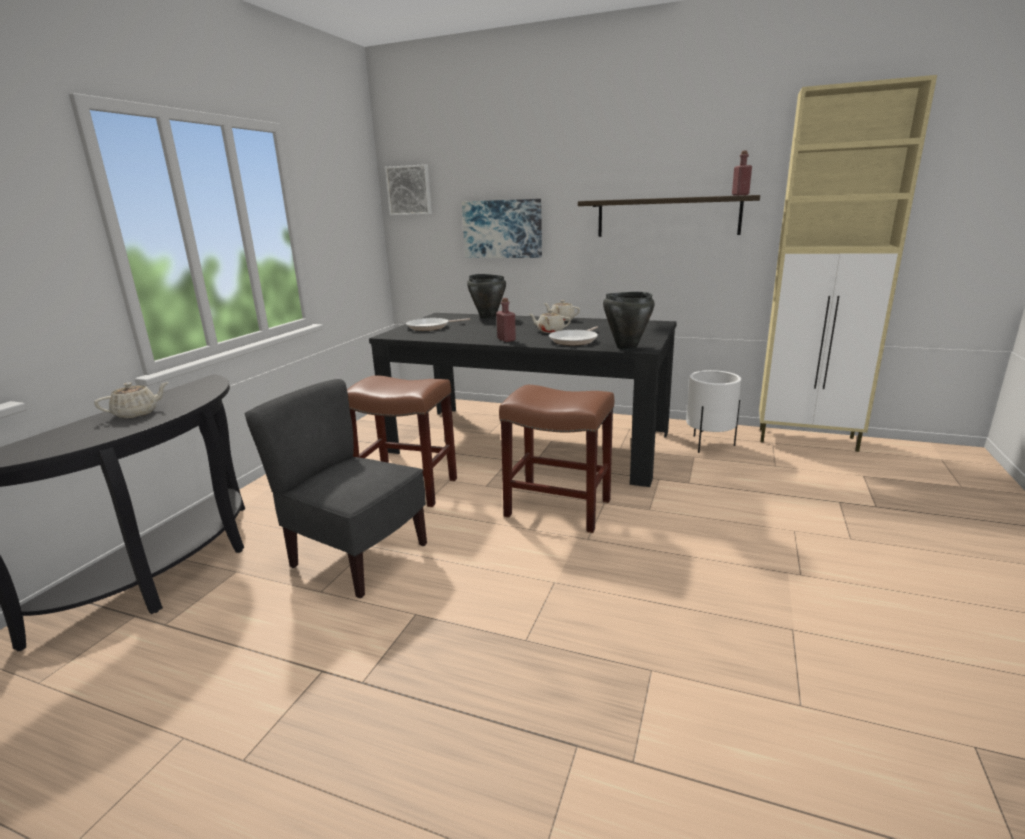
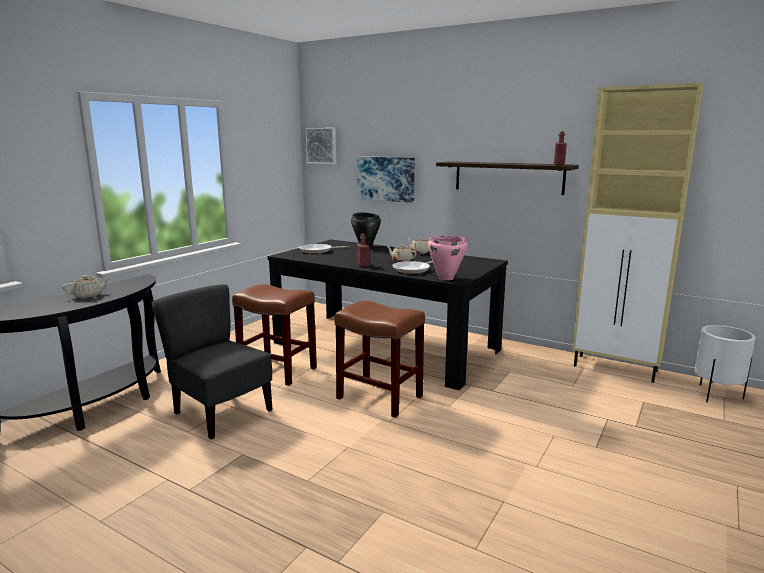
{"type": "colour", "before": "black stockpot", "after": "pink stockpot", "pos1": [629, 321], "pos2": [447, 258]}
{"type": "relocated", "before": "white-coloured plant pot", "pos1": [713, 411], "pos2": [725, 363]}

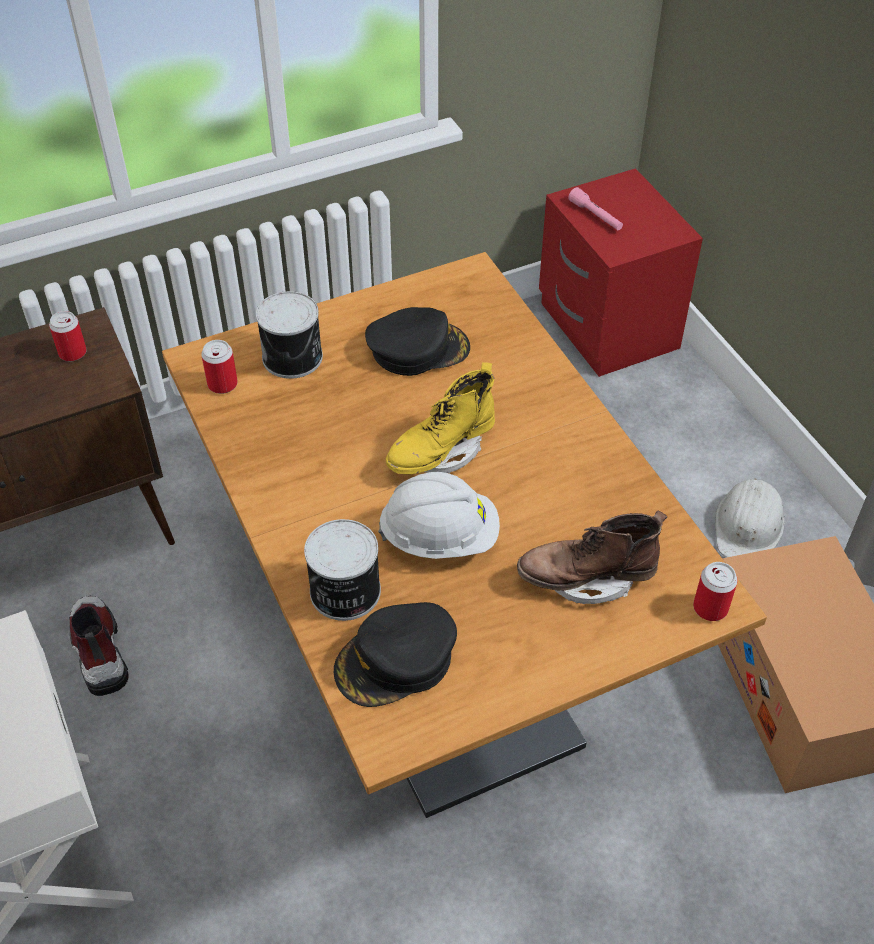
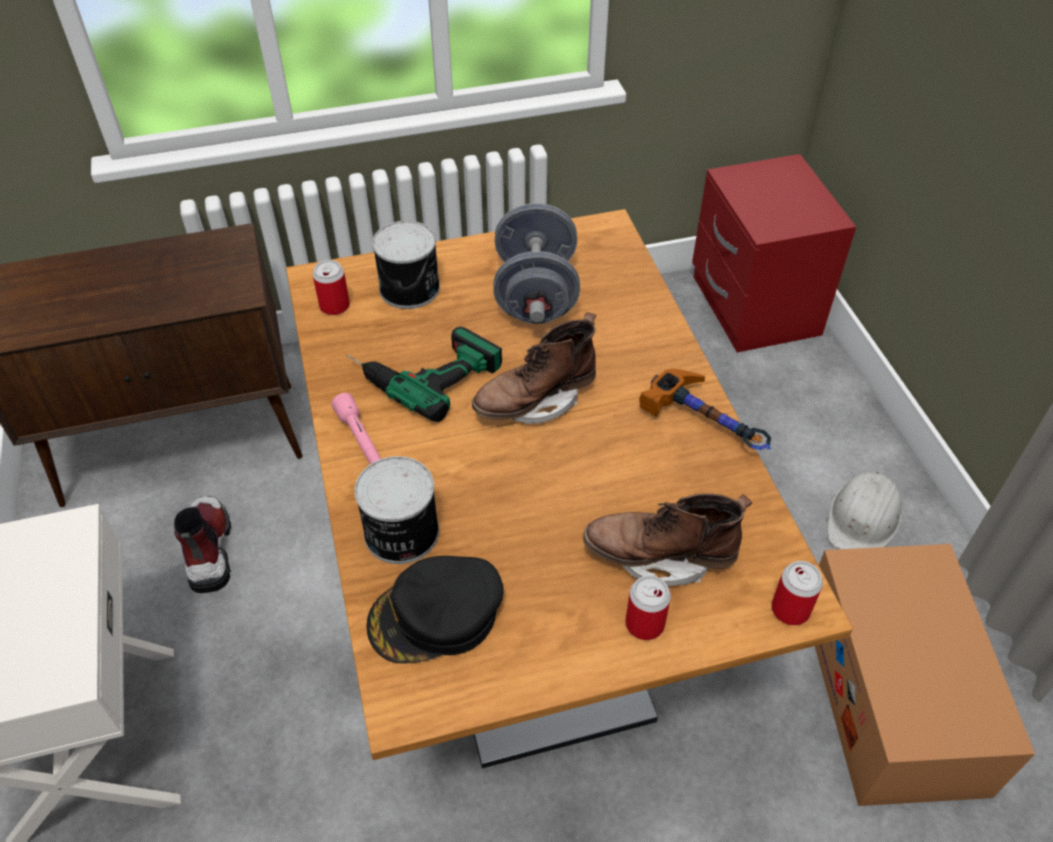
{"type": "relocated", "before": "sealed can", "pos1": [68, 336], "pos2": [648, 607]}
{"type": "exchanged", "before": "black baseball cap", "after": "greyish dumbbell", "pos1": [417, 341], "pos2": [536, 263]}
{"type": "missing", "before": "white-coloured work helmet", "pos1": [439, 515]}
{"type": "colour", "before": "yellow-coloured tall boot", "after": "brownish tall boot", "pos1": [440, 418], "pos2": [534, 368]}
{"type": "relocated", "before": "pink torch", "pos1": [595, 208], "pos2": [356, 428]}
{"type": "appeared", "after": "electric drill", "pos2": [424, 374]}
{"type": "appeared", "after": "hand hammer", "pos2": [705, 409]}

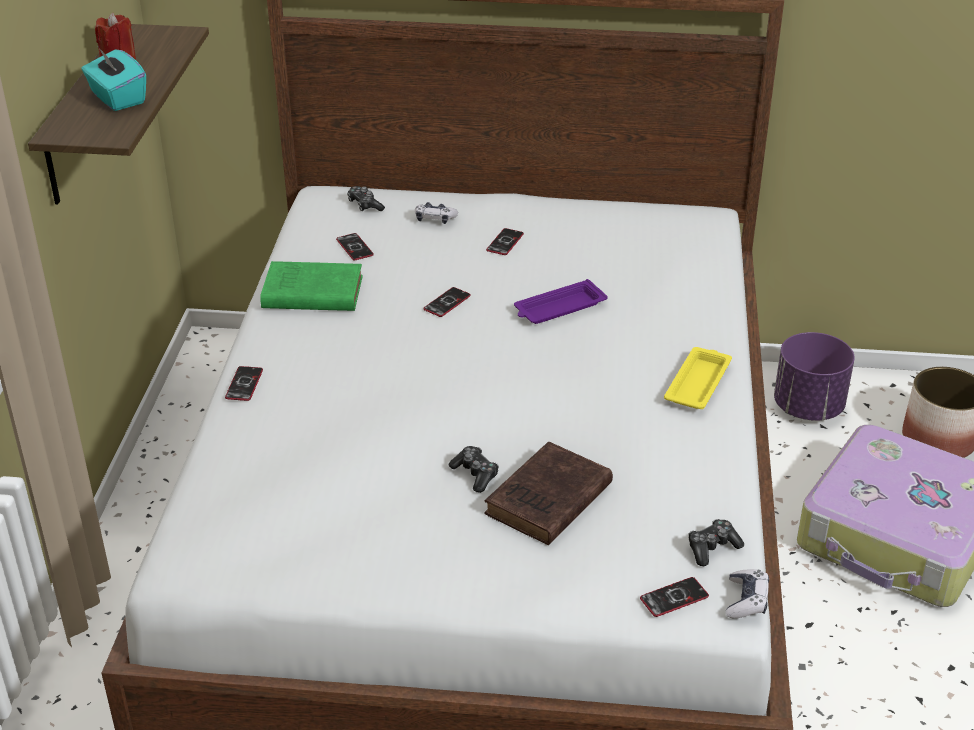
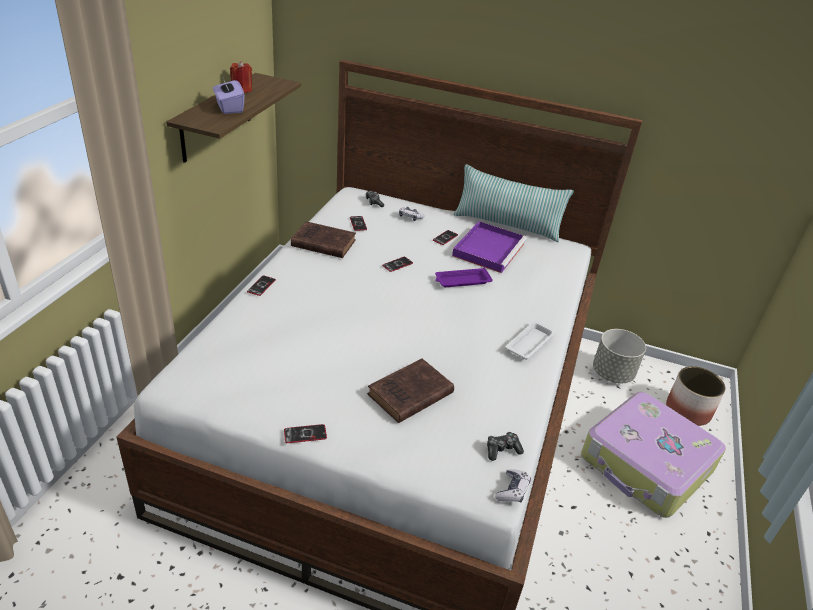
{"type": "colour", "before": "blue-green box of tissues", "after": "purple-coloured box of tissues", "pos1": [113, 79], "pos2": [228, 95]}
{"type": "colour", "before": "green-coloured volume", "after": "brownish volume", "pos1": [311, 286], "pos2": [323, 239]}
{"type": "missing", "before": "gamepad", "pos1": [473, 469]}
{"type": "relocated", "before": "phone", "pos1": [674, 597], "pos2": [305, 433]}
{"type": "colour", "before": "yellow-coloured tray", "after": "white-coloured tray", "pos1": [698, 378], "pos2": [530, 340]}
{"type": "colour", "before": "purple-coloured plant pot", "after": "greyish plant pot", "pos1": [814, 376], "pos2": [619, 356]}
{"type": "appeared", "after": "purple-coloured tray", "pos2": [489, 247]}
{"type": "appeared", "after": "pillow", "pos2": [514, 203]}

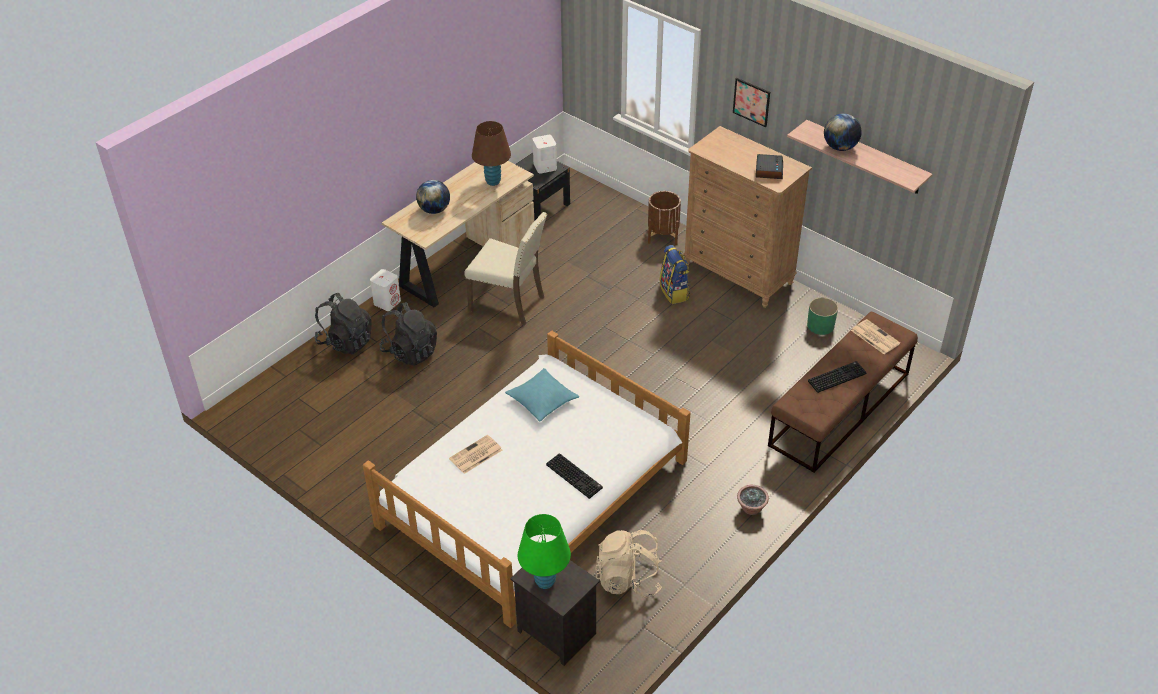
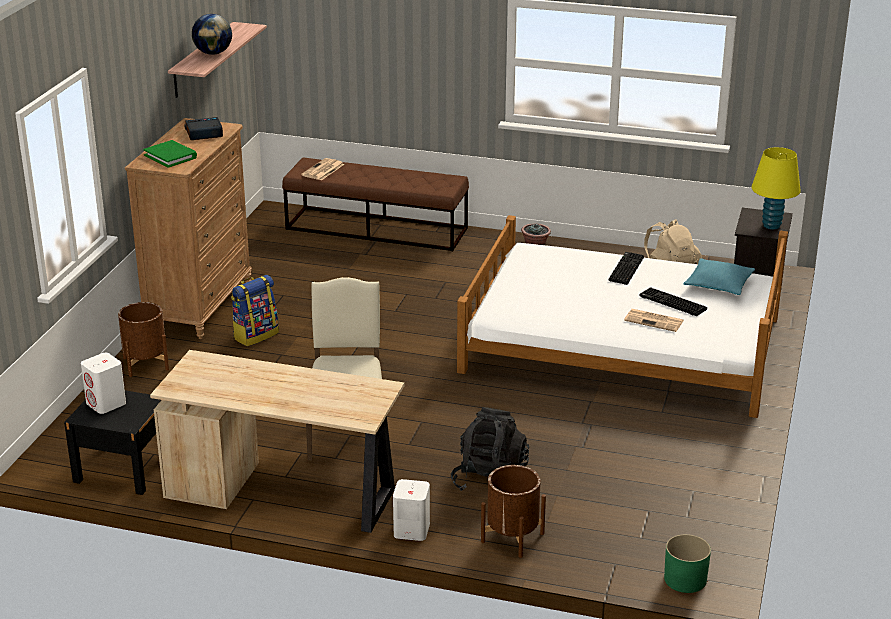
{"type": "exchanged", "before": "black rucksack", "after": "brownish plant pot", "pos1": [342, 324], "pos2": [513, 511]}
{"type": "missing", "before": "globe", "pos1": [433, 197]}
{"type": "missing", "before": "brownish tabletop lamp", "pos1": [491, 153]}
{"type": "relocated", "before": "blue-green pillow", "pos1": [542, 395], "pos2": [719, 276]}
{"type": "colour", "before": "green-coloured tabletop lamp", "after": "yellow-coloured tabletop lamp", "pos1": [544, 551], "pos2": [776, 188]}
{"type": "missing", "before": "wall art", "pos1": [751, 102]}
{"type": "relocated", "before": "green-coloured plant pot", "pos1": [822, 316], "pos2": [687, 563]}
{"type": "relocated", "before": "PC keyboard", "pos1": [837, 377], "pos2": [673, 301]}
{"type": "appeared", "after": "green-coloured volume", "pos2": [170, 154]}

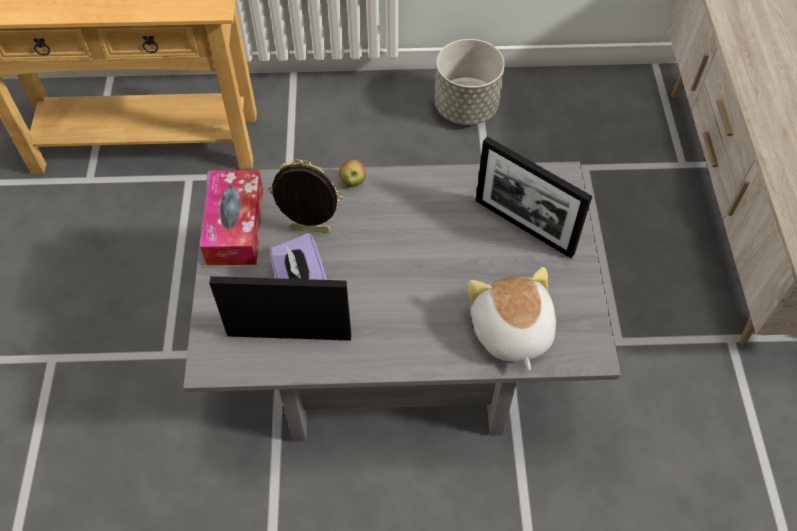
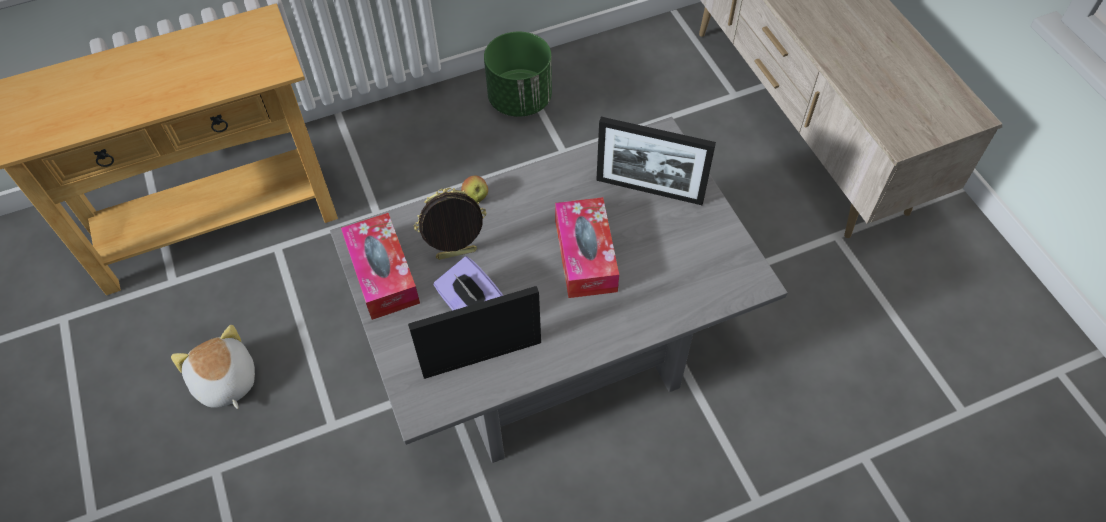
{"type": "colour", "before": "greyish plant pot", "after": "green-coloured plant pot", "pos1": [470, 82], "pos2": [518, 74]}
{"type": "relocated", "before": "soft toy", "pos1": [512, 319], "pos2": [213, 367]}
{"type": "appeared", "after": "box of tissues", "pos2": [587, 247]}

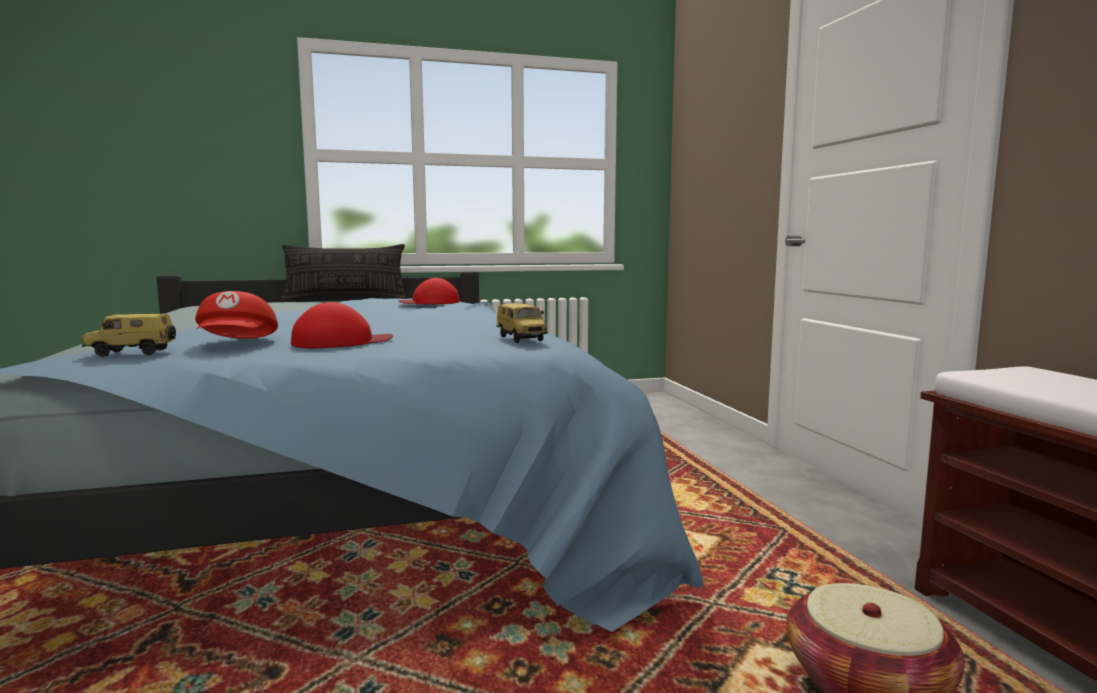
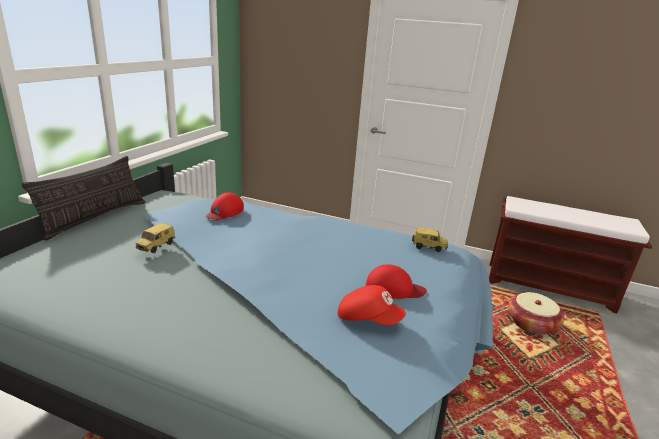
{"type": "relocated", "before": "model car", "pos1": [129, 335], "pos2": [156, 238]}
{"type": "spun", "before": "reddish baseball cap", "pos1": [342, 325], "pos2": [396, 282], "turn": 90}

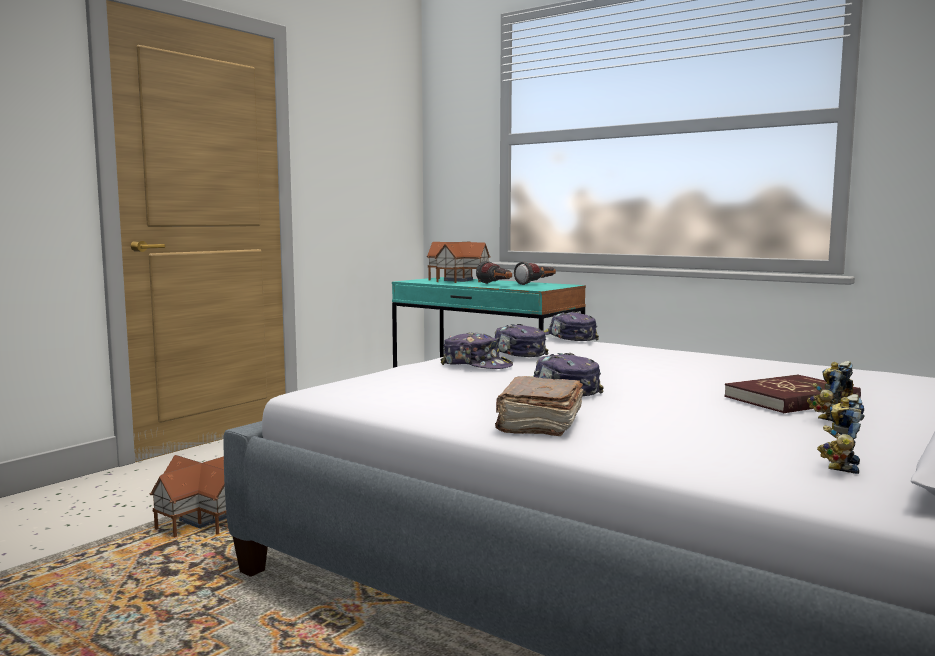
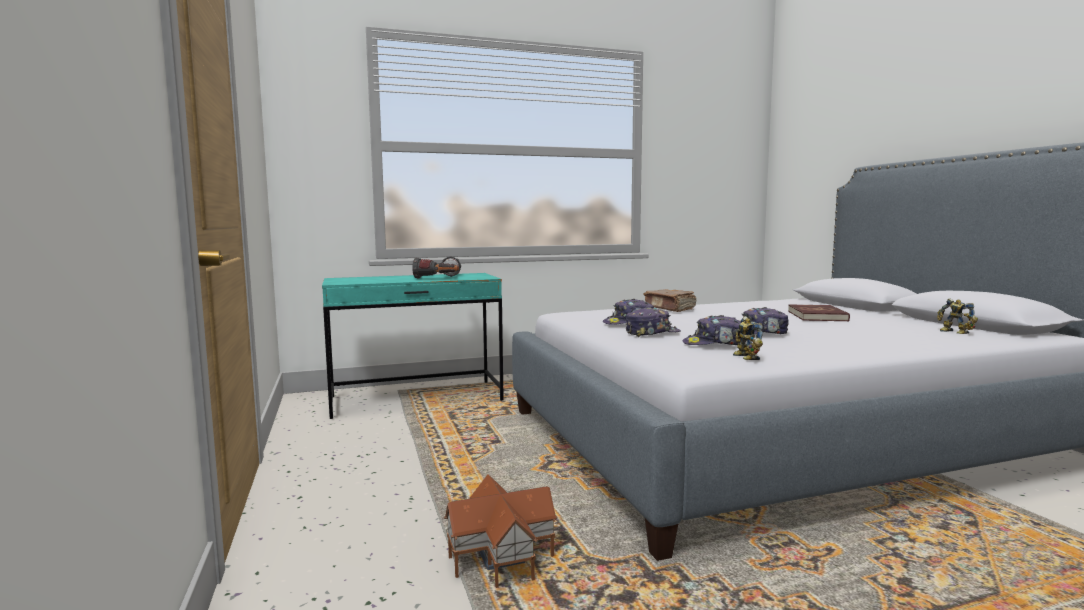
{"type": "missing", "before": "toy house", "pos1": [459, 262]}
{"type": "relocated", "before": "brownish volume", "pos1": [539, 406], "pos2": [670, 300]}
{"type": "relocated", "before": "baseball cap", "pos1": [571, 326], "pos2": [711, 330]}
{"type": "relocated", "before": "toy robot", "pos1": [830, 391], "pos2": [748, 338]}

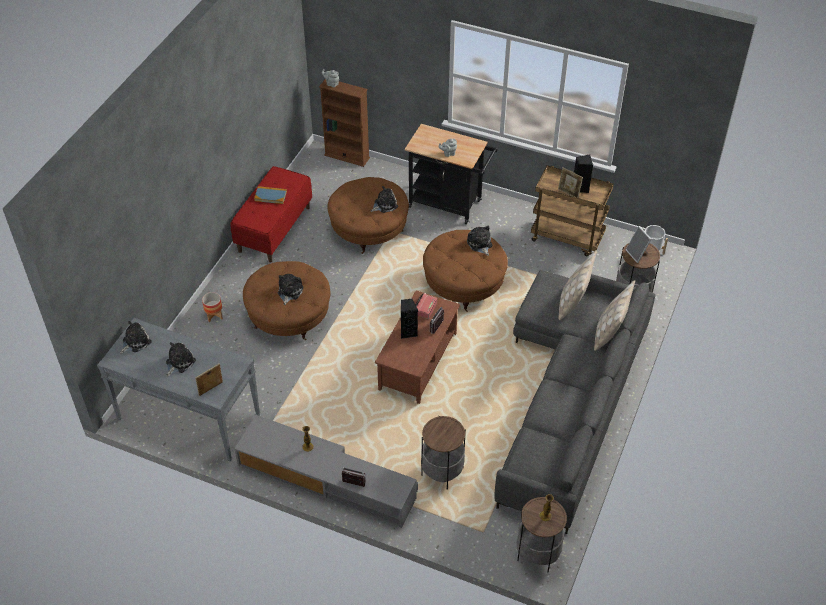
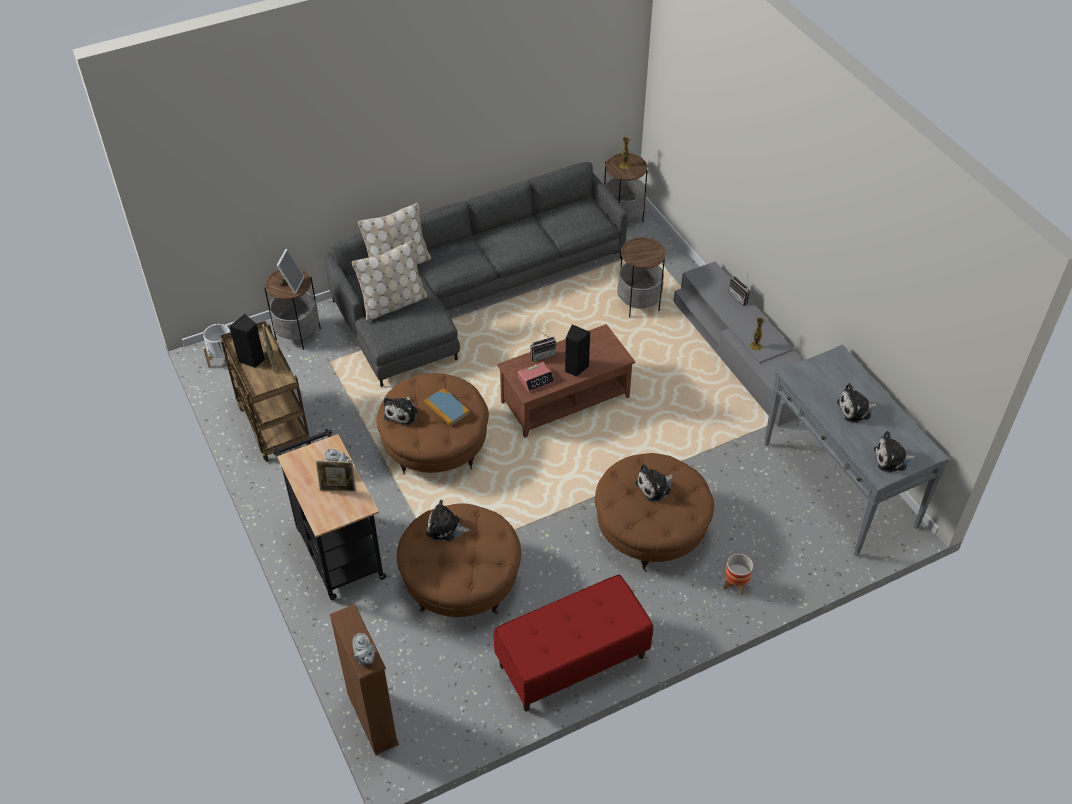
{"type": "relocated", "before": "photo frame", "pos1": [209, 379], "pos2": [336, 476]}
{"type": "relocated", "before": "volume", "pos1": [270, 195], "pos2": [447, 407]}

